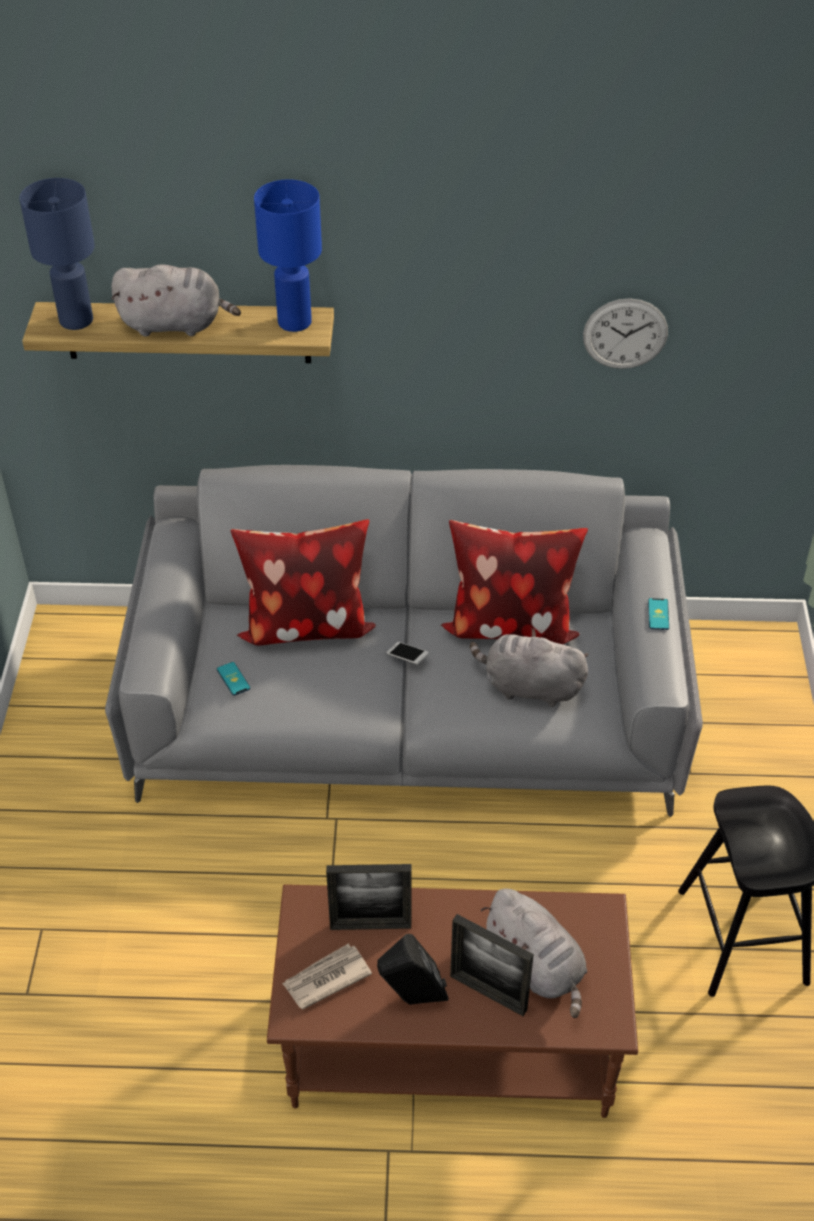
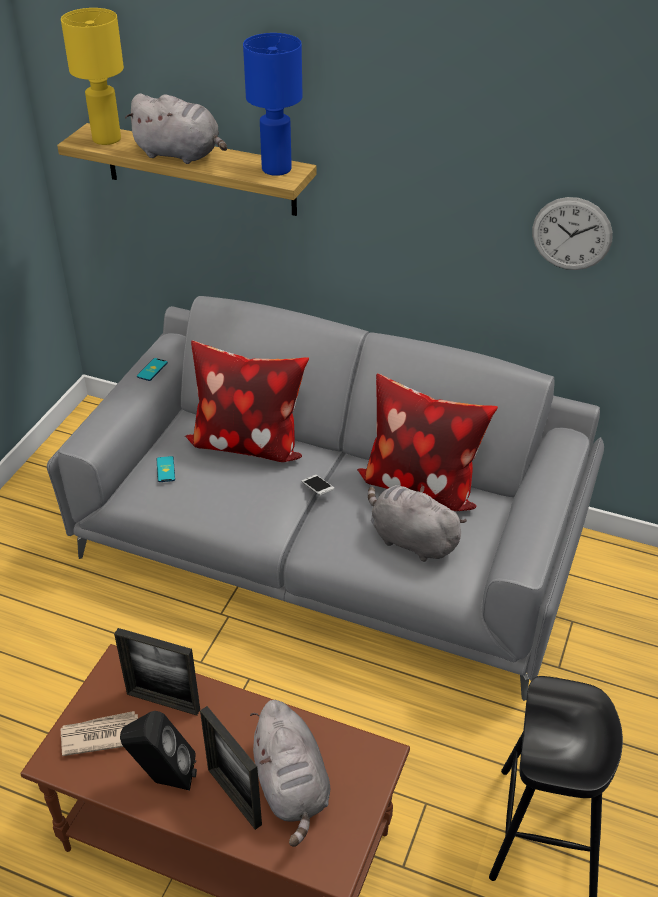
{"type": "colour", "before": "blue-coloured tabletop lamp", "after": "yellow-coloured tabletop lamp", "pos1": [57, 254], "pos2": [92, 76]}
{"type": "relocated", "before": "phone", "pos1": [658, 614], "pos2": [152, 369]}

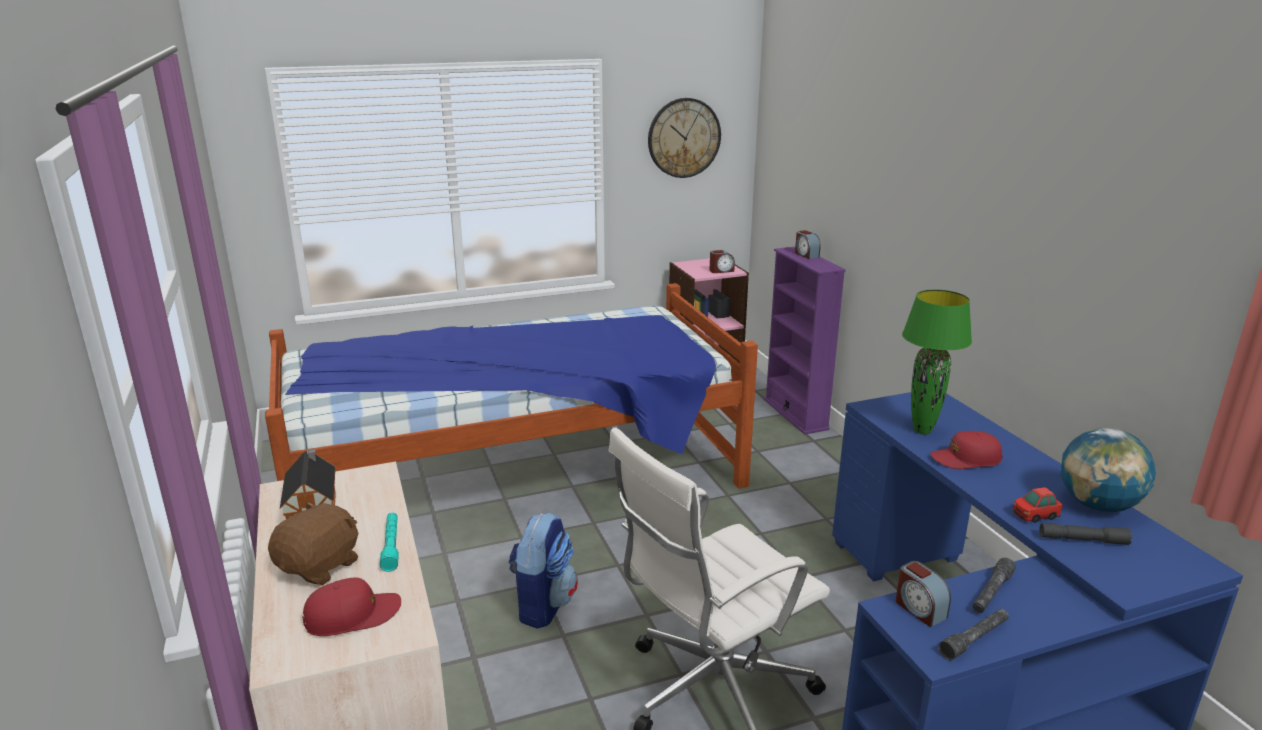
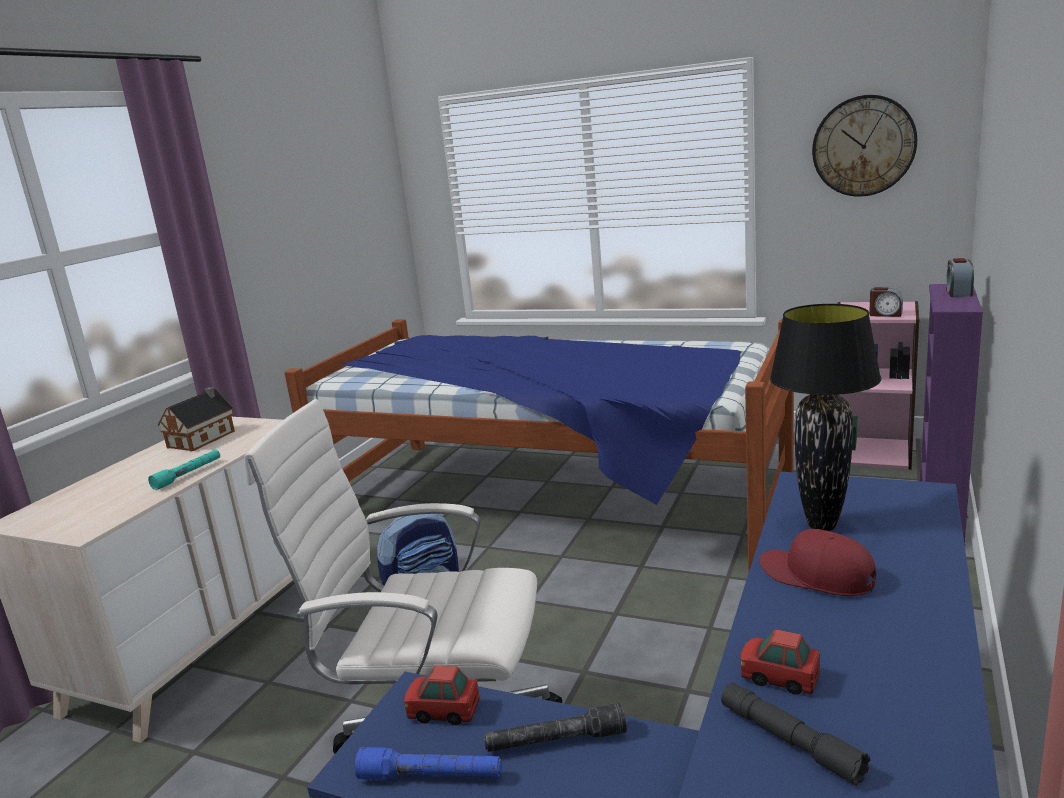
{"type": "missing", "before": "brownish soft toy", "pos1": [313, 543]}
{"type": "missing", "before": "reddish baseball cap", "pos1": [351, 606]}
{"type": "exchanged", "before": "alarm clock", "after": "model car", "pos1": [923, 594], "pos2": [442, 695]}
{"type": "colour", "before": "green-coloured tabletop lamp", "after": "black tabletop lamp", "pos1": [937, 362], "pos2": [825, 417]}
{"type": "colour", "before": "greyish torch", "after": "blue-coloured torch", "pos1": [973, 634], "pos2": [428, 763]}
{"type": "missing", "before": "globe", "pos1": [1108, 470]}

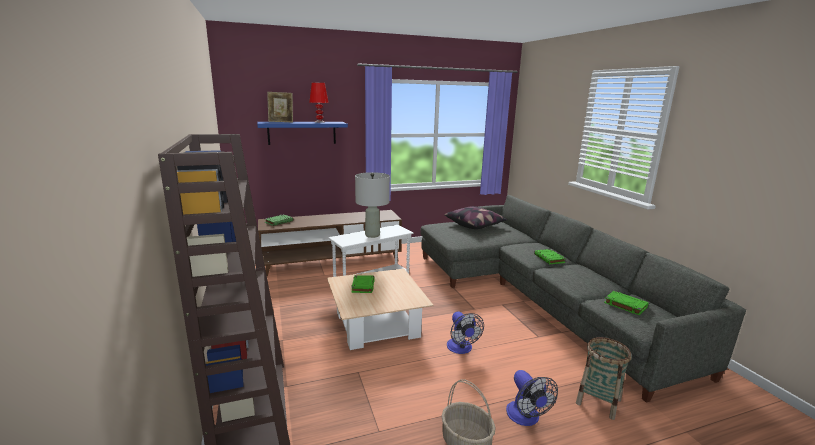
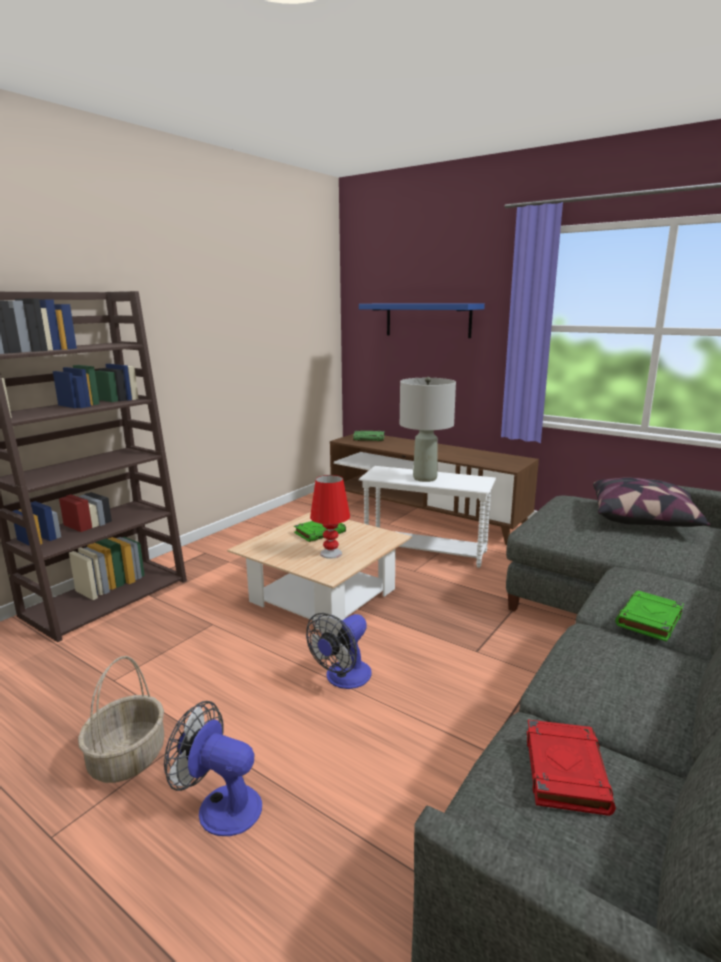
{"type": "missing", "before": "photo frame", "pos1": [280, 107]}
{"type": "relocated", "before": "reddish tabletop lamp", "pos1": [319, 103], "pos2": [330, 517]}
{"type": "spun", "before": "fan", "pos1": [532, 398], "pos2": [213, 768], "turn": 75}
{"type": "missing", "before": "household basket", "pos1": [603, 378]}
{"type": "colour", "before": "green-coloured volume", "after": "reddish volume", "pos1": [626, 303], "pos2": [571, 768]}

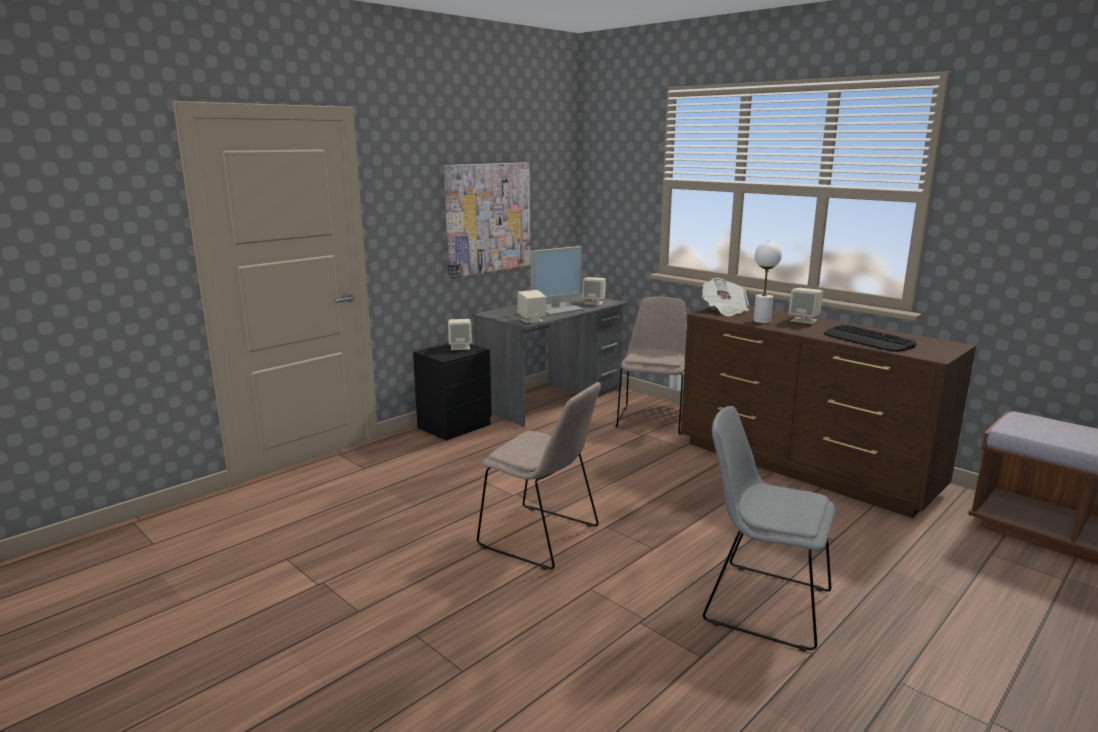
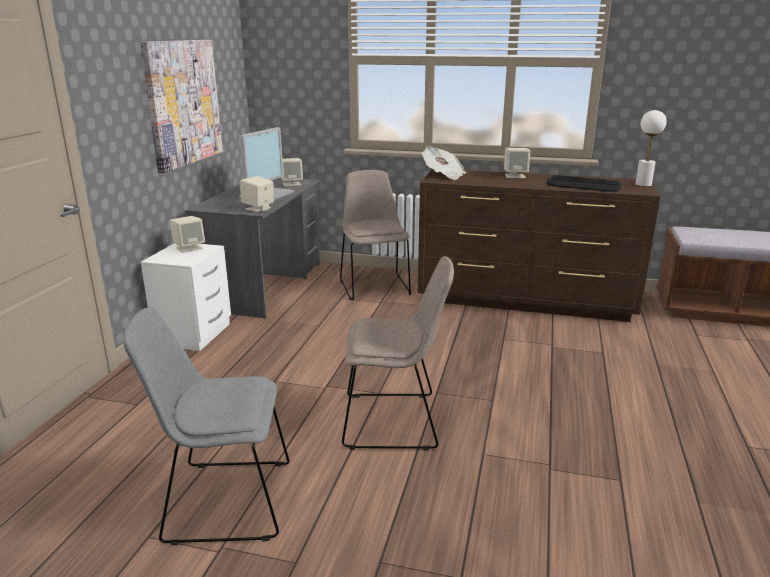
{"type": "colour", "before": "black bedside table", "after": "white-coloured bedside table", "pos1": [452, 392], "pos2": [186, 297]}
{"type": "relocated", "before": "greyish chair", "pos1": [769, 529], "pos2": [206, 426]}
{"type": "relocated", "before": "white-coloured tabletop lamp", "pos1": [767, 282], "pos2": [651, 148]}

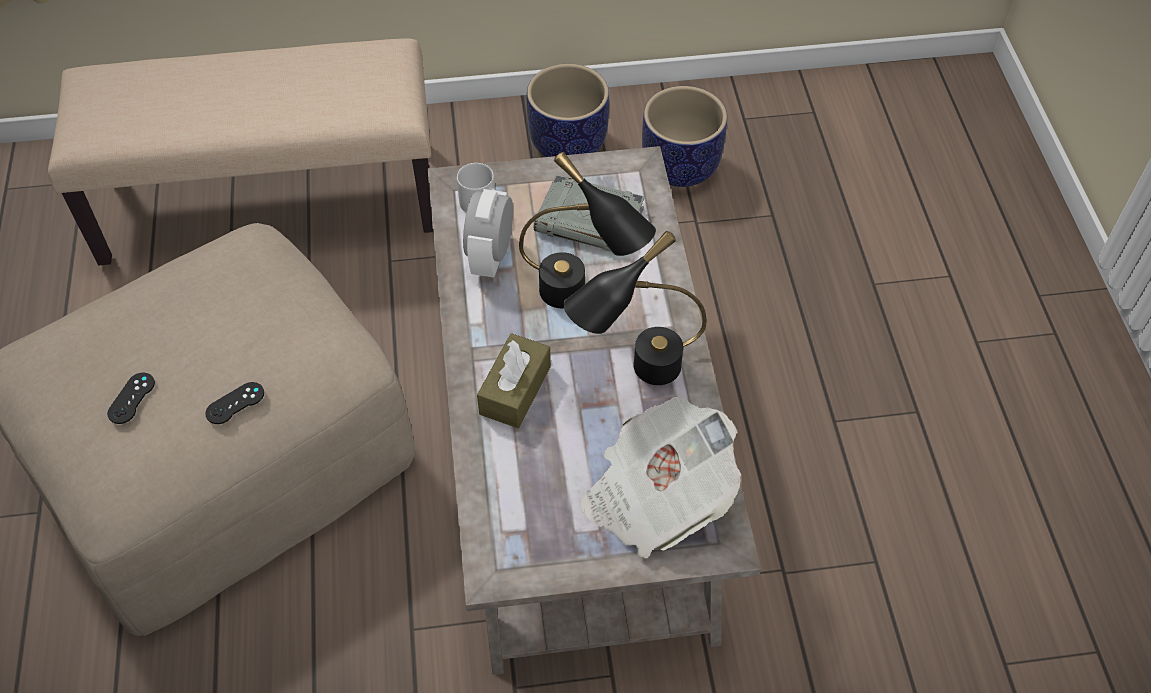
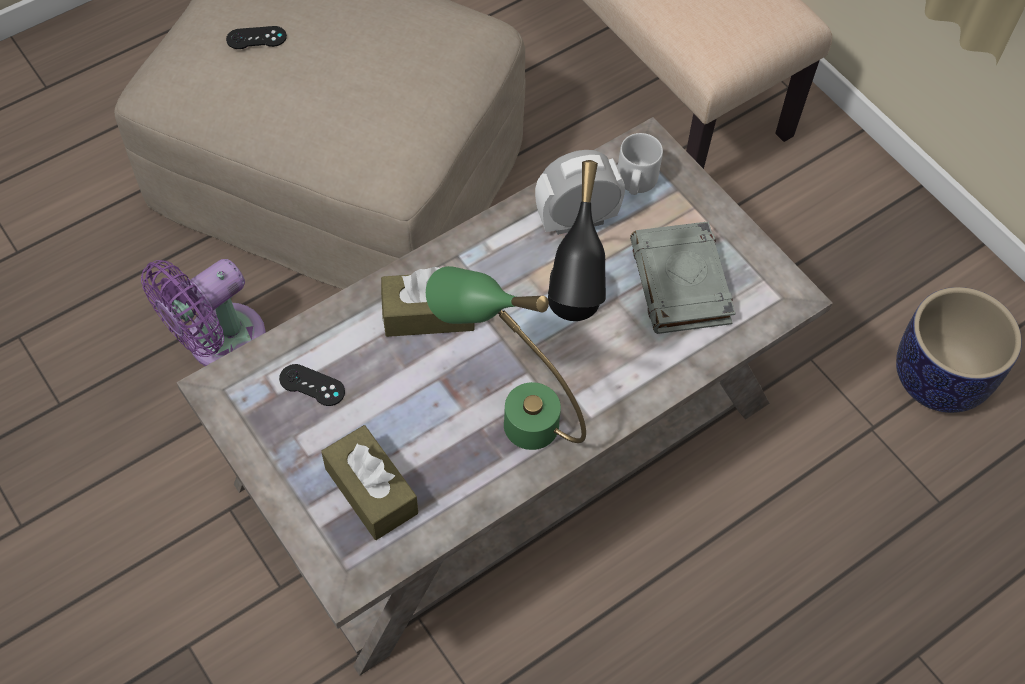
{"type": "relocated", "before": "black gamepad", "pos1": [234, 403], "pos2": [312, 385]}
{"type": "missing", "before": "plant pot", "pos1": [568, 110]}
{"type": "colour", "before": "black tabletop lamp", "after": "green-coloured tabletop lamp", "pos1": [635, 308], "pos2": [506, 358]}
{"type": "exchanged", "before": "newspaper", "after": "brownish box of tissues", "pos1": [660, 478], "pos2": [369, 482]}
{"type": "appeared", "after": "purple-coloured fan", "pos2": [203, 312]}

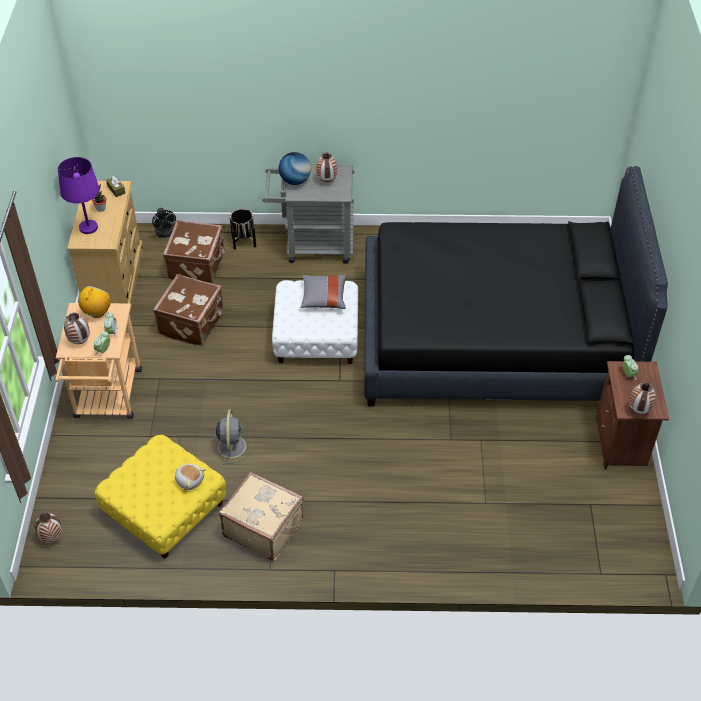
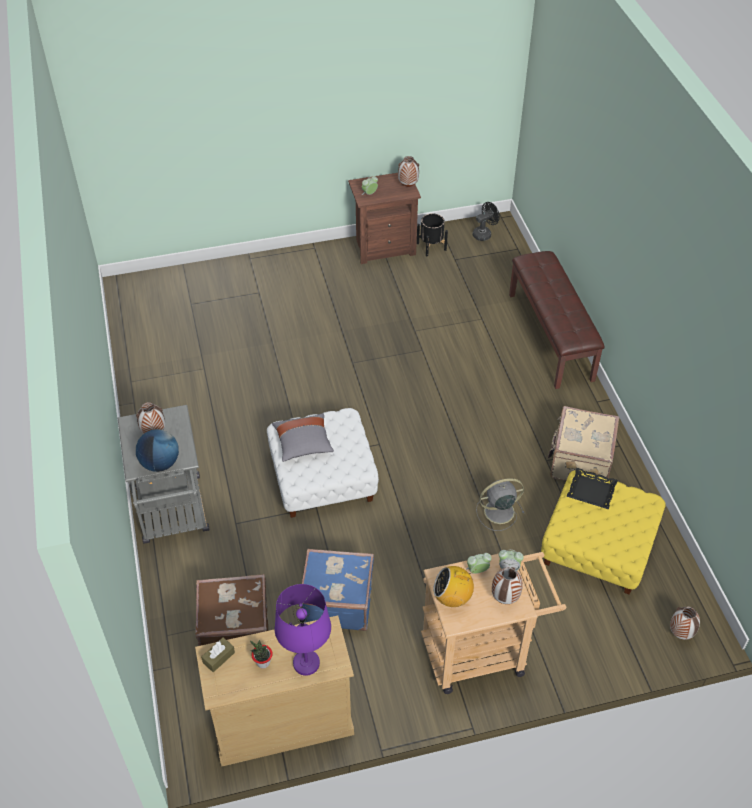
{"type": "relocated", "before": "black fan", "pos1": [164, 223], "pos2": [486, 221]}
{"type": "colour", "before": "brownish travel case", "after": "blue-coloured travel case", "pos1": [188, 310], "pos2": [337, 590]}
{"type": "exchanged", "before": "soft toy", "after": "black tray", "pos1": [191, 477], "pos2": [592, 488]}
{"type": "relocated", "before": "black plant pot", "pos1": [243, 229], "pos2": [432, 234]}
{"type": "missing", "before": "black bed", "pos1": [516, 286]}
{"type": "appeared", "after": "brownish indoor bench", "pos2": [557, 320]}

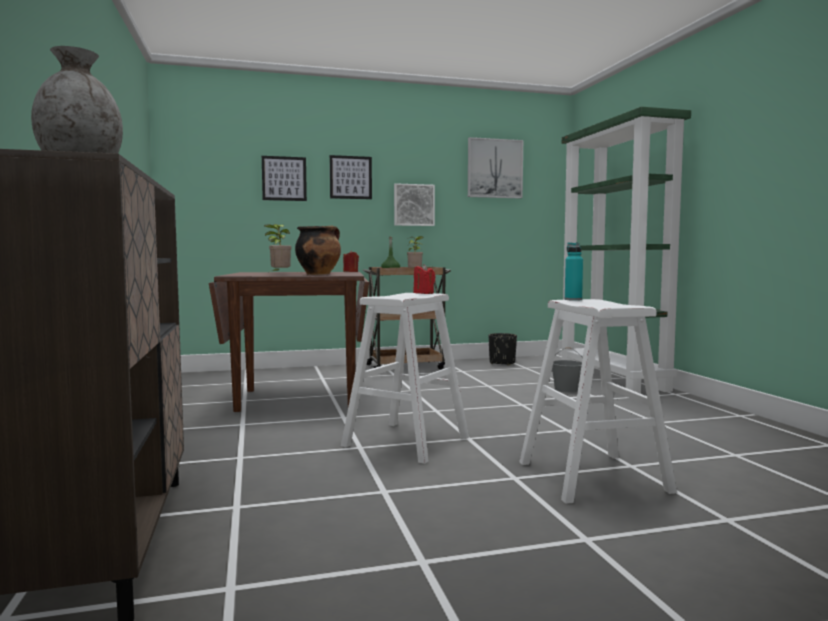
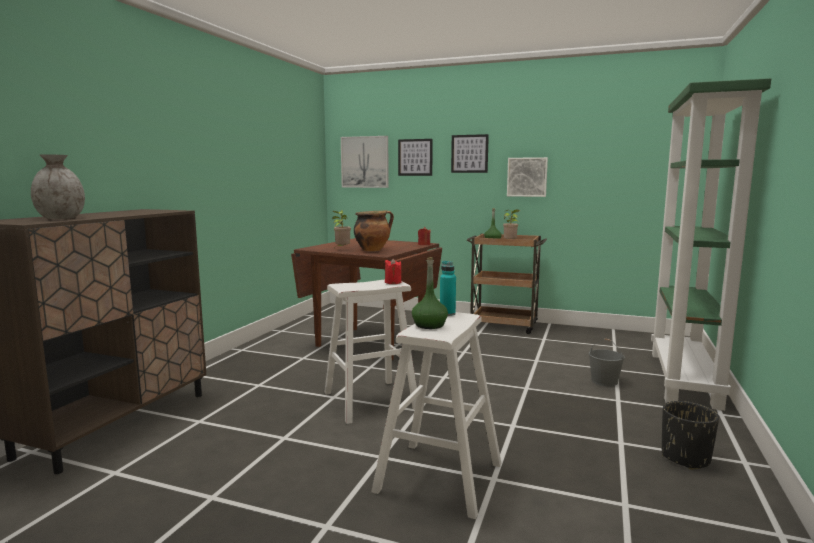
{"type": "relocated", "before": "wall art", "pos1": [495, 167], "pos2": [365, 162]}
{"type": "relocated", "before": "black plant pot", "pos1": [503, 349], "pos2": [690, 435]}
{"type": "appeared", "after": "green-coloured beverage bottle", "pos2": [430, 293]}

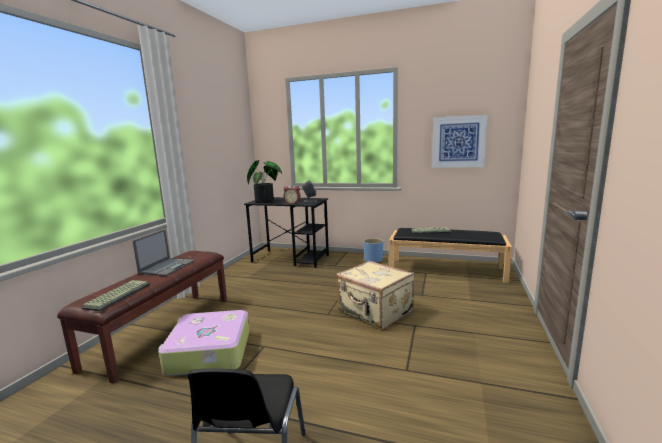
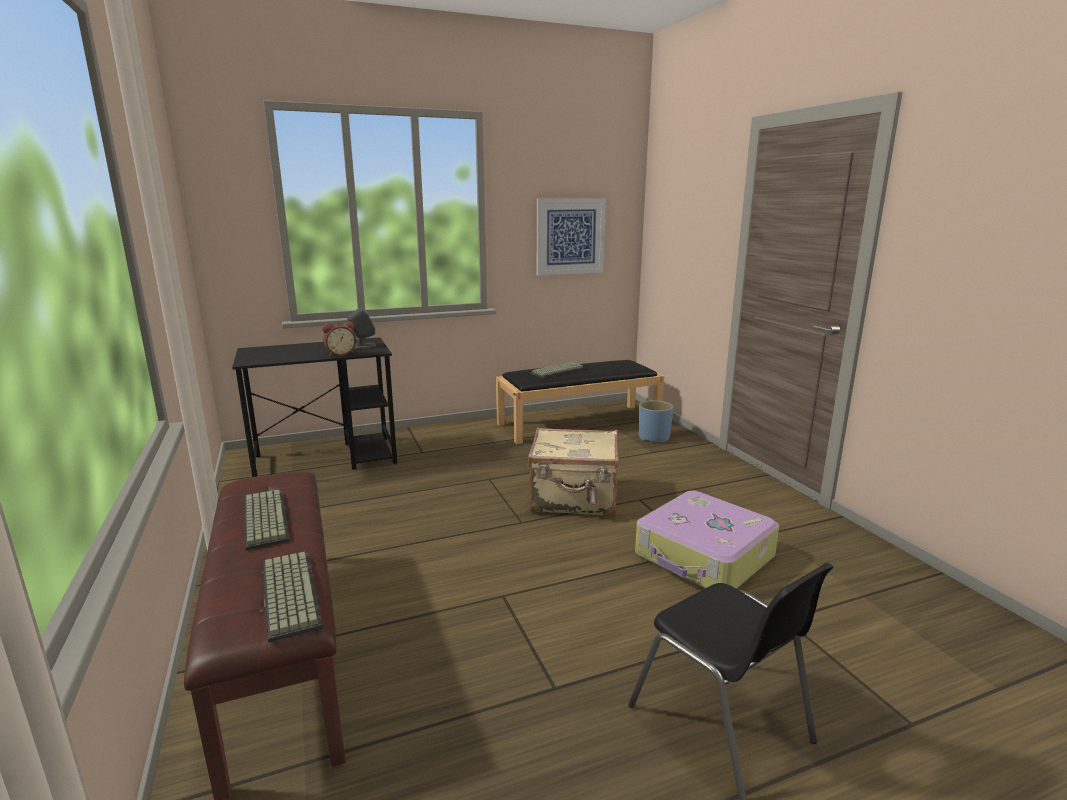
{"type": "exchanged", "before": "portable computer", "after": "PC keyboard", "pos1": [164, 252], "pos2": [267, 519]}
{"type": "relocated", "before": "travel case", "pos1": [204, 343], "pos2": [707, 540]}
{"type": "missing", "before": "houseplant", "pos1": [264, 181]}
{"type": "relocated", "before": "blue-coloured plant pot", "pos1": [373, 250], "pos2": [656, 421]}

